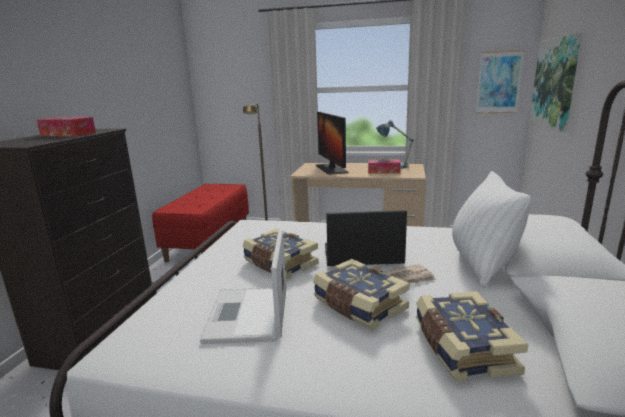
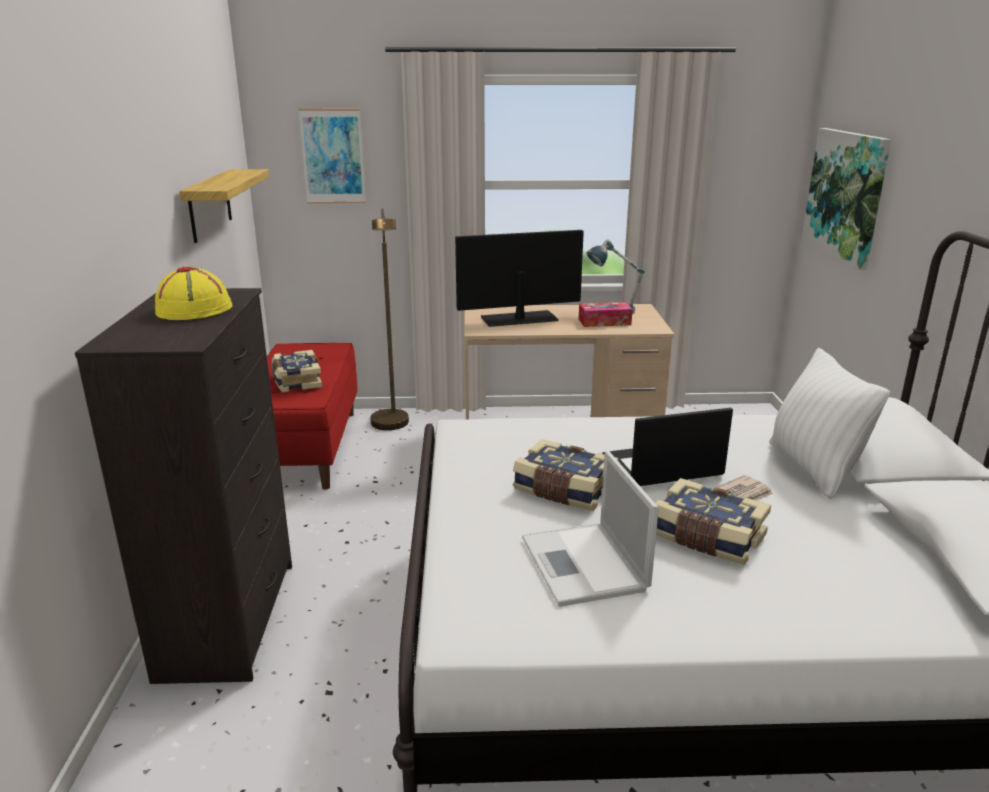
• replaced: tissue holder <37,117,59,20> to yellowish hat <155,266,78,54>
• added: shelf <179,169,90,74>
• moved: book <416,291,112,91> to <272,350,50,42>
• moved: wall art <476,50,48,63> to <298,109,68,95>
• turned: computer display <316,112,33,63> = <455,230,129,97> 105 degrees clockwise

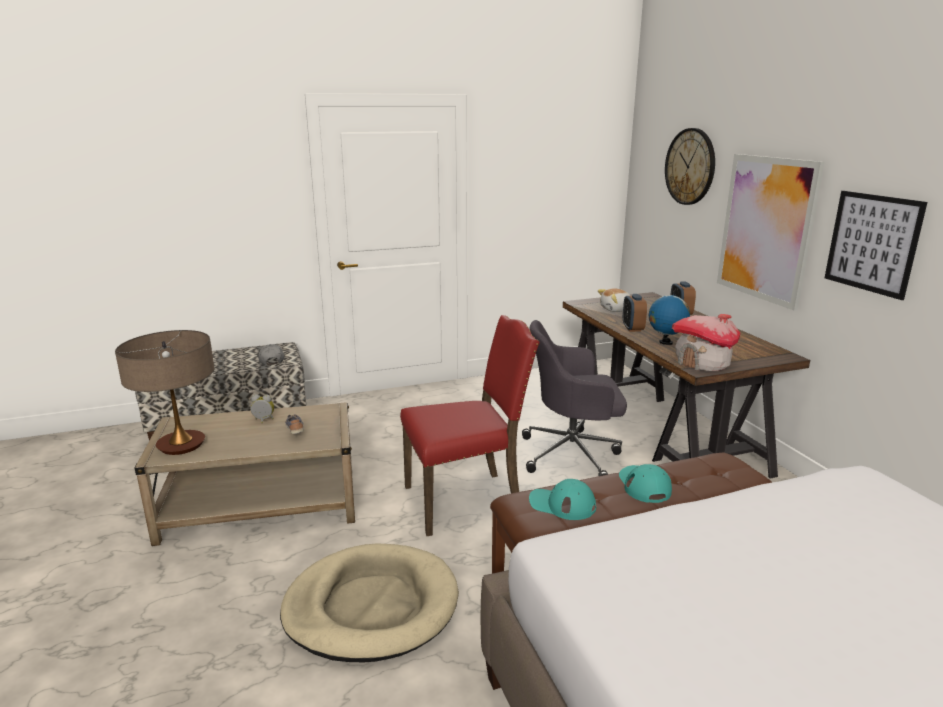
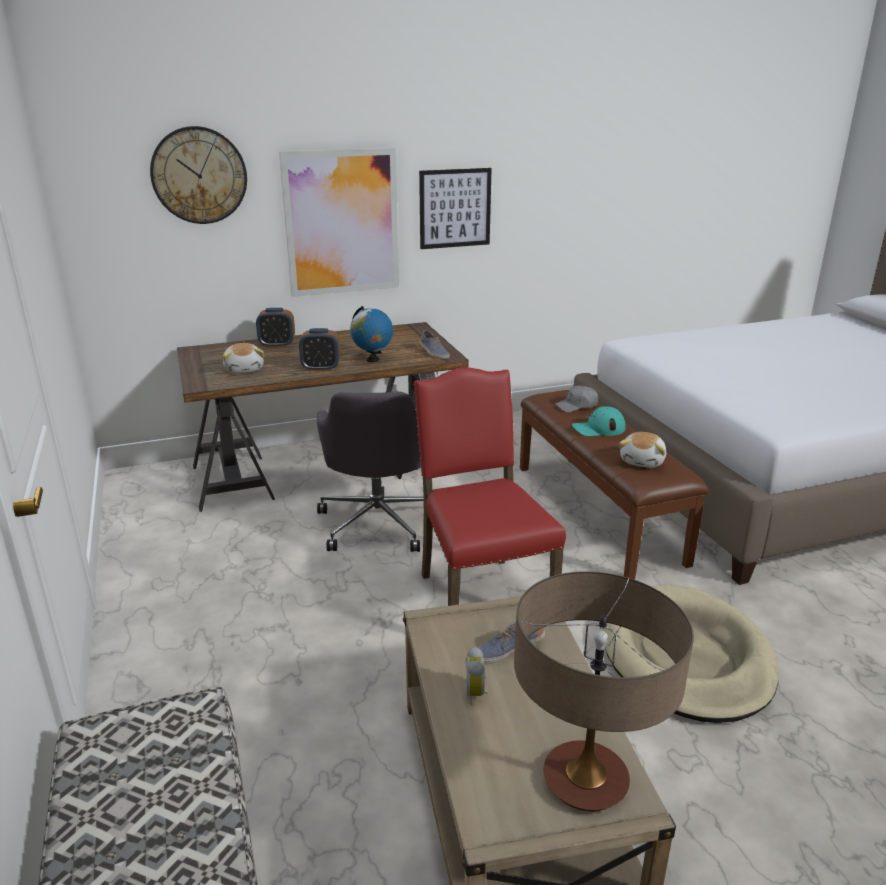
• replaced: miniature house <672,314,68,57> to low shoe <419,330,31,29>
• moved: gray baseball cap <259,344,26,21> to <555,385,43,27>
• replaced: blue-green baseball cap <529,479,67,41> to cuddly toy <619,432,47,36>

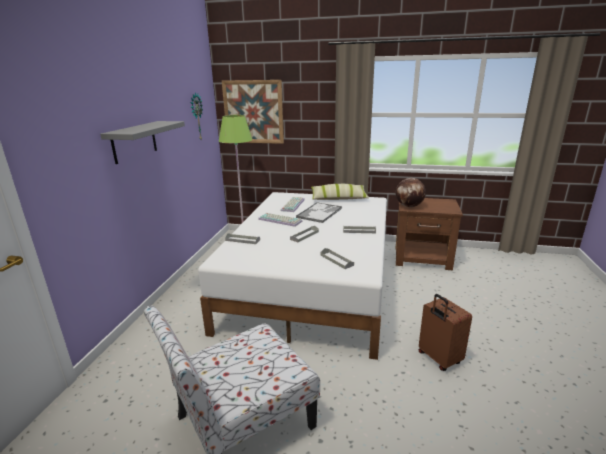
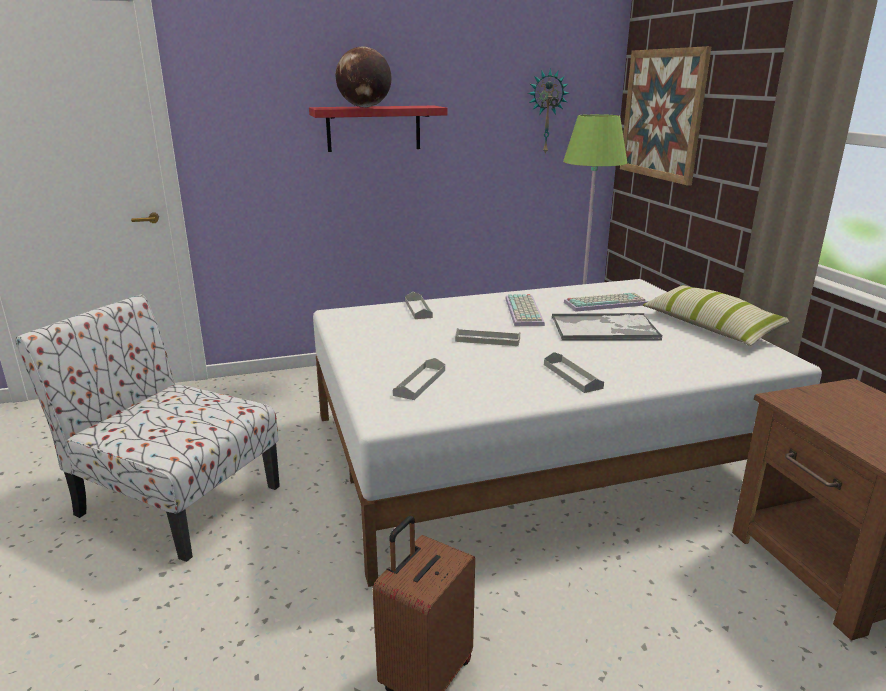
• recoloured: gray shelf <100,121,85,43> to reddish shelf <309,106,138,46>
• moved: world globe <395,178,31,29> to <336,46,55,61>

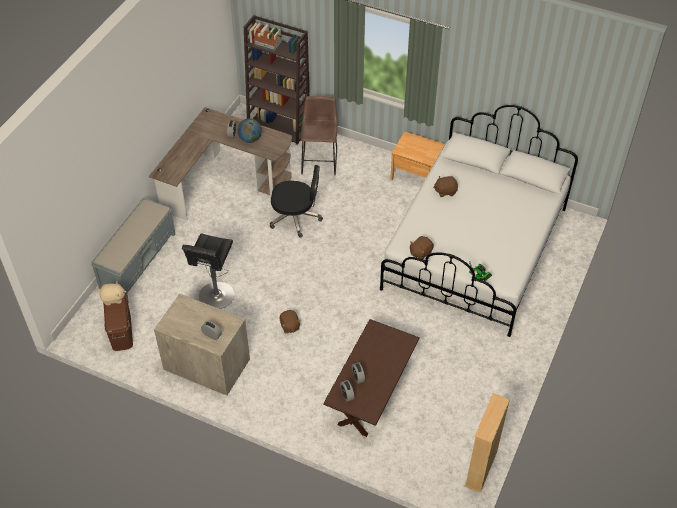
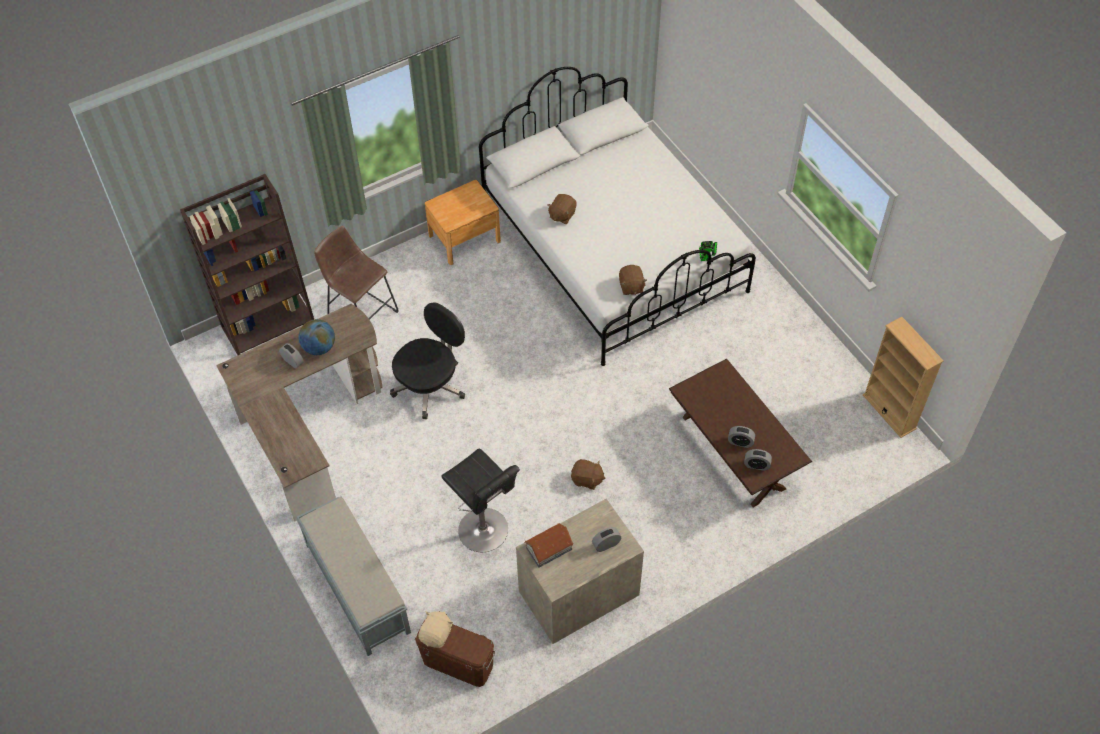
• moved: miniature house <253,29,29,23> to <524,523,50,45>

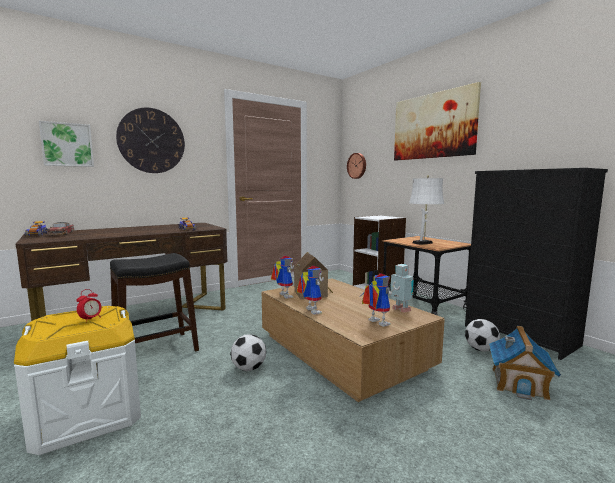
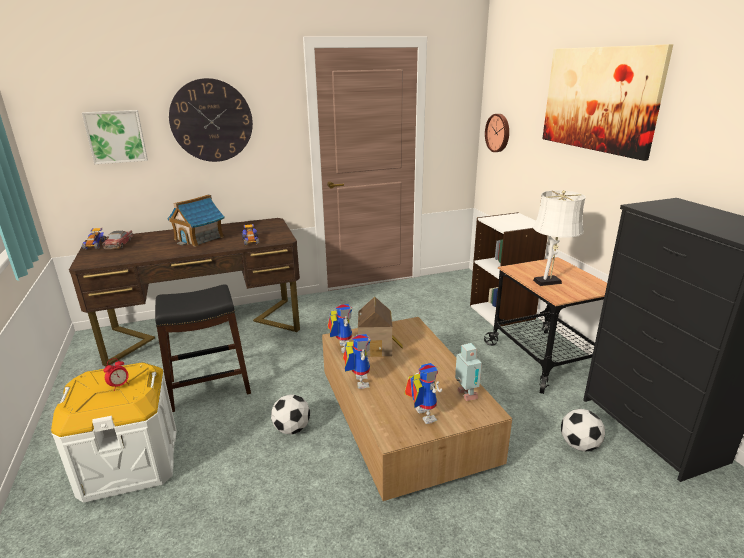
• moved: miniature house <489,326,72,74> to <167,195,58,52>

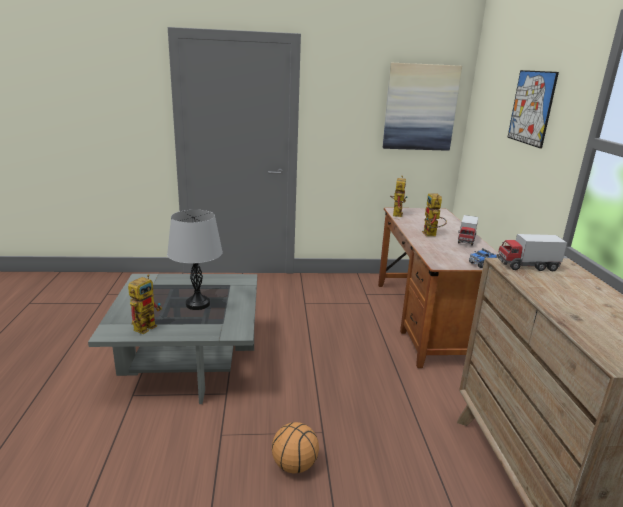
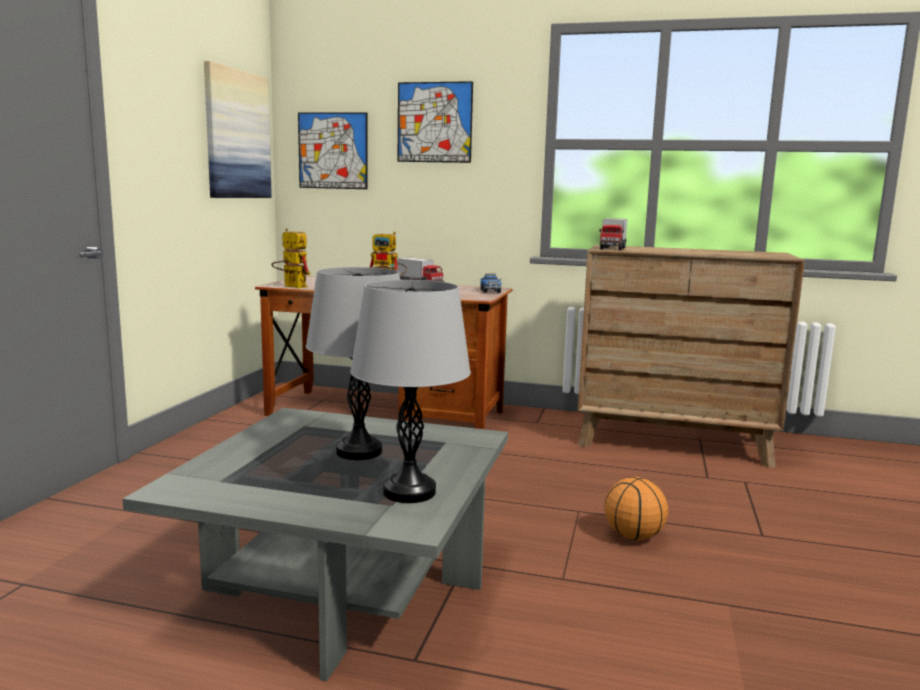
• added: wall art <298,112,70,77>
• replaced: toy robot <128,274,34,60> to gray table lamp <350,280,121,223>

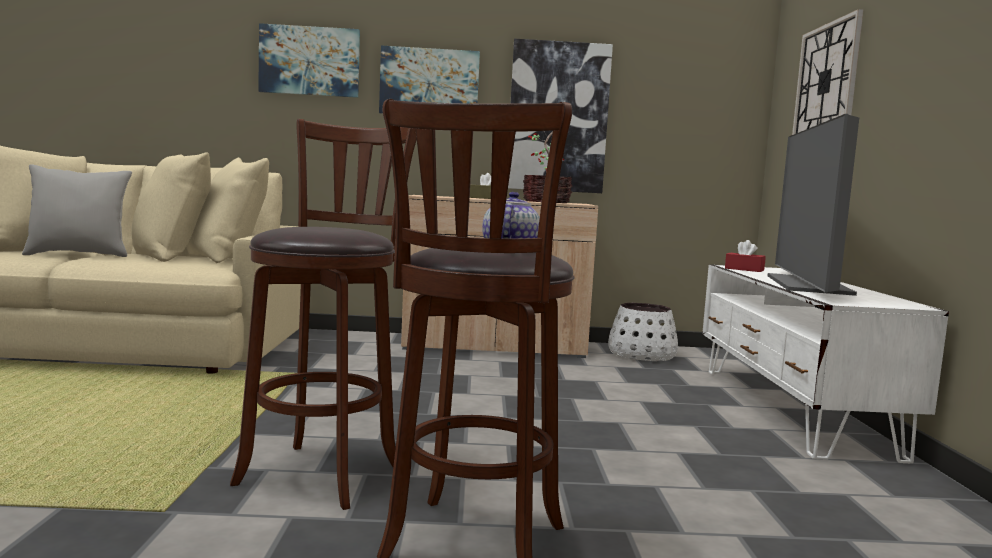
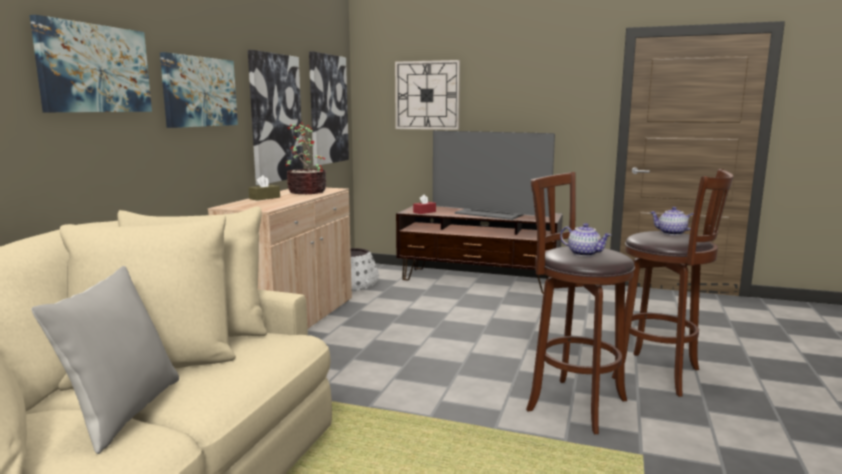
• added: wall art <309,51,40,115>
• recoloured: whitish tv stand <702,264,247,199> to brown tv stand <396,206,167,88>
• added: teapot <560,223,51,34>

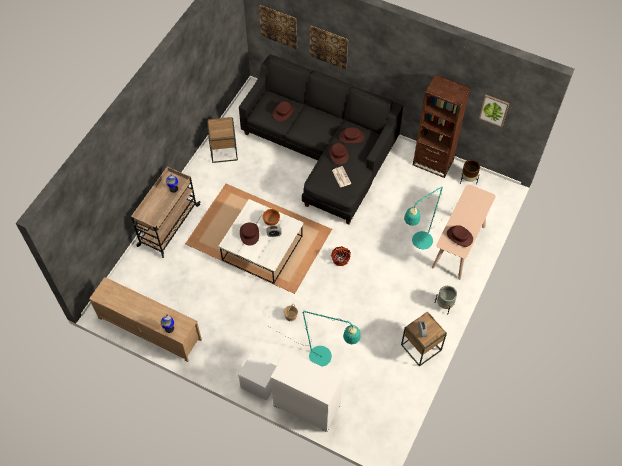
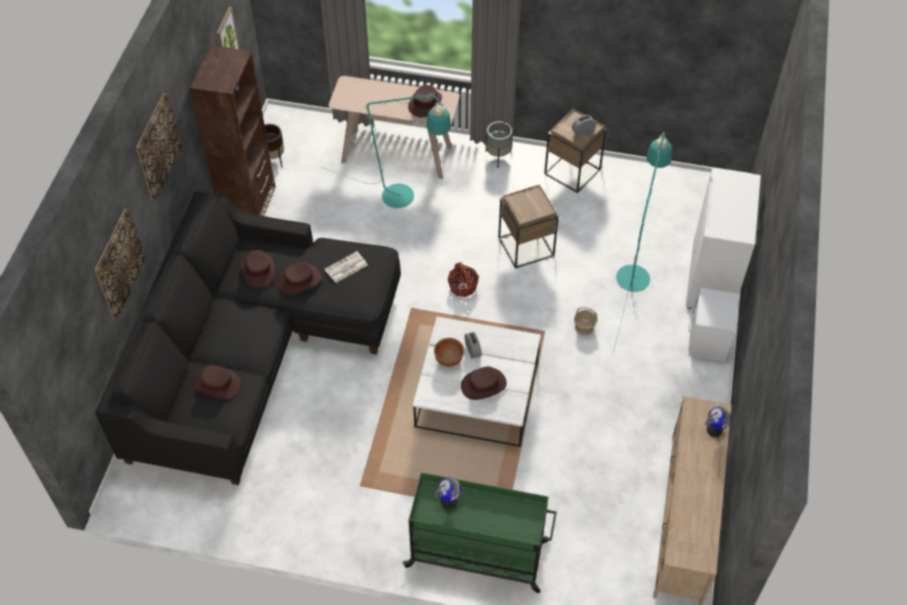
• moved: wall art <259,5,38,44> to <136,93,46,108>
• recoloured: beige trolley <131,167,70,91> to greenish trolley <402,472,155,121>
• moved: brown accent table <207,117,31,46> to <498,184,61,85>

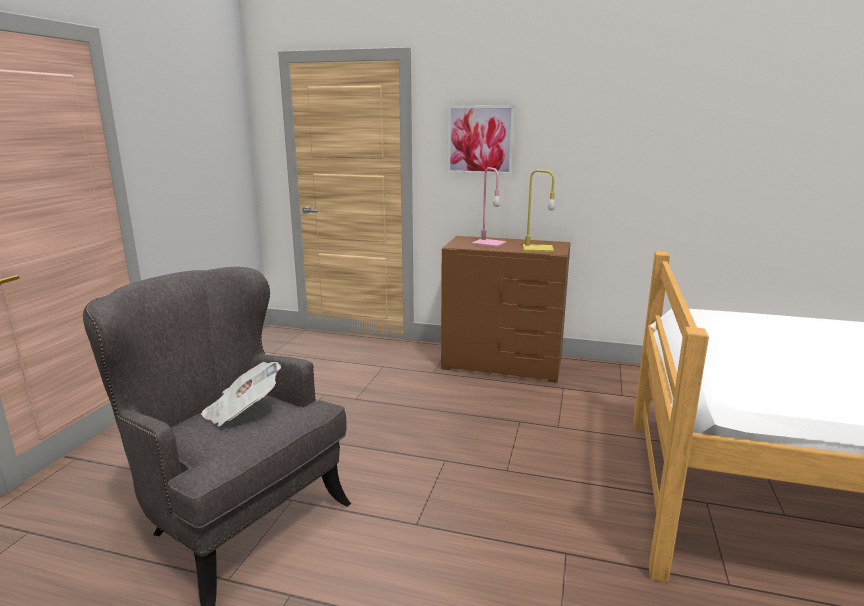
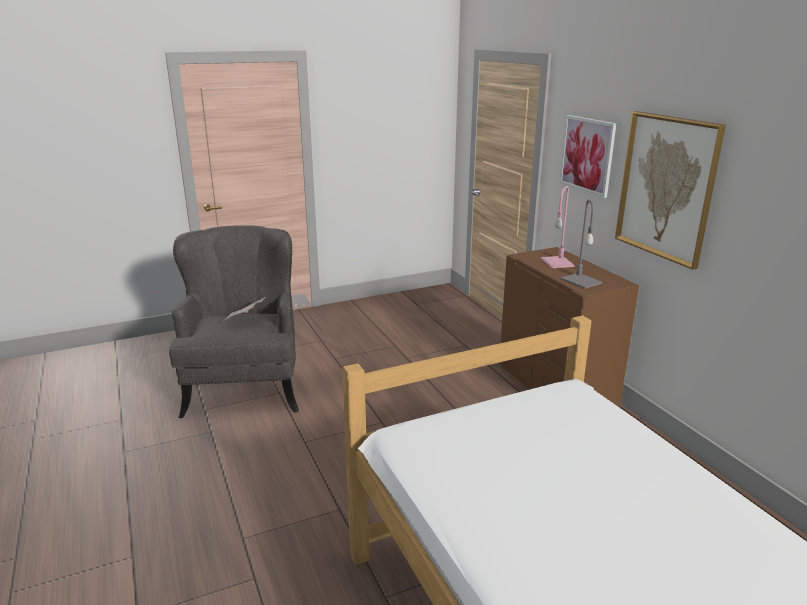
• recoloured: yellowish table lamp <523,170,32,82> to gray table lamp <561,199,41,90>
• added: wall art <615,111,111,159>

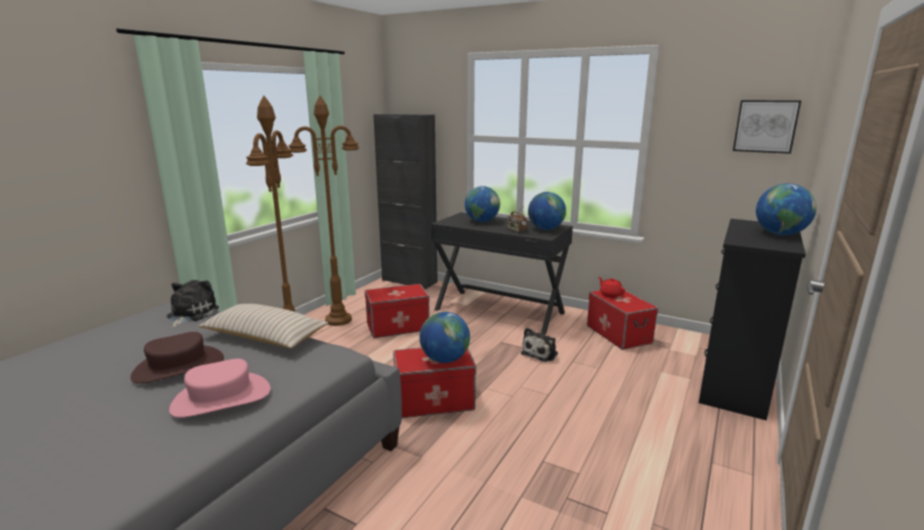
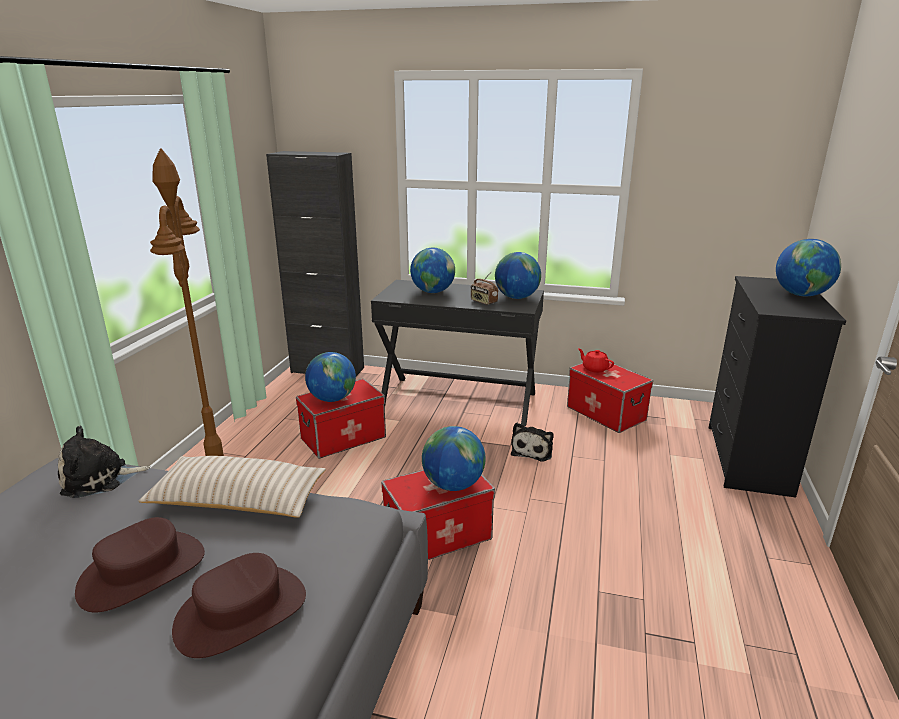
• turned: cuddly toy <167,280,52,48> = <58,426,92,72> 105 degrees counterclockwise
• recoloured: pink hat <169,359,101,59> to brown hat <172,553,134,105>
• added: world globe <305,352,51,50>
• removed: brown standing lamp <288,96,71,230>
• removed: wall art <733,100,68,54>

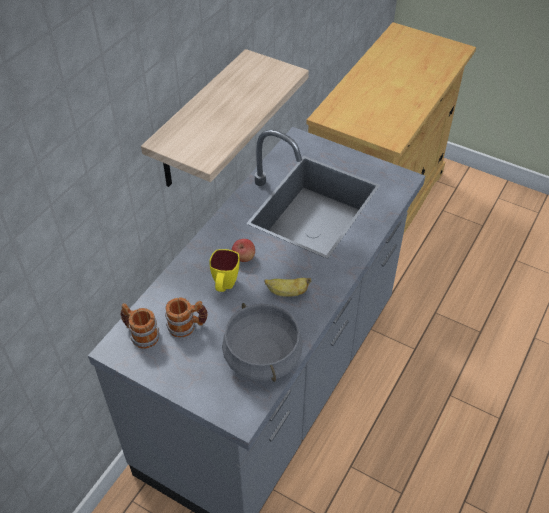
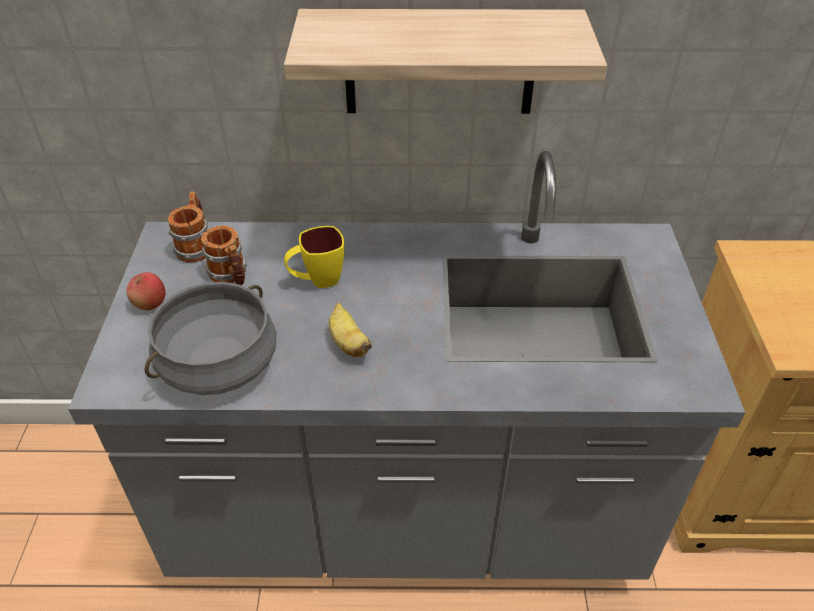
• moved: apple <232,239,23,23> to <126,272,39,38>

